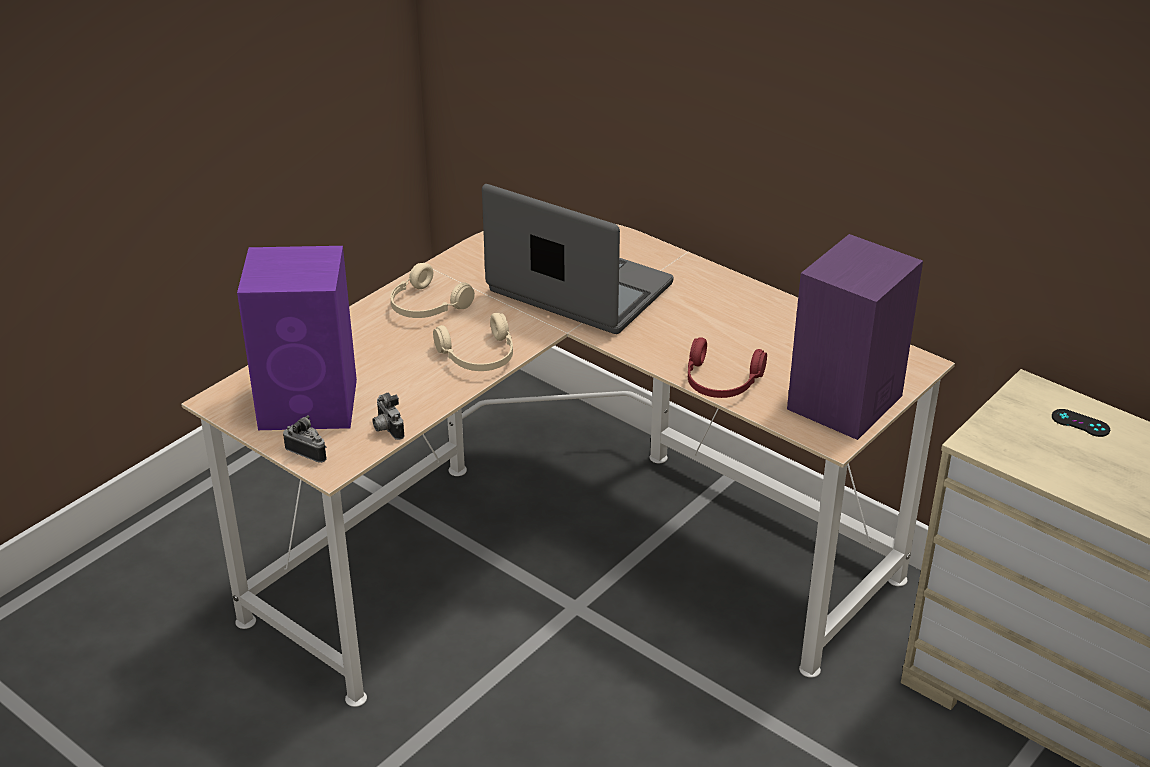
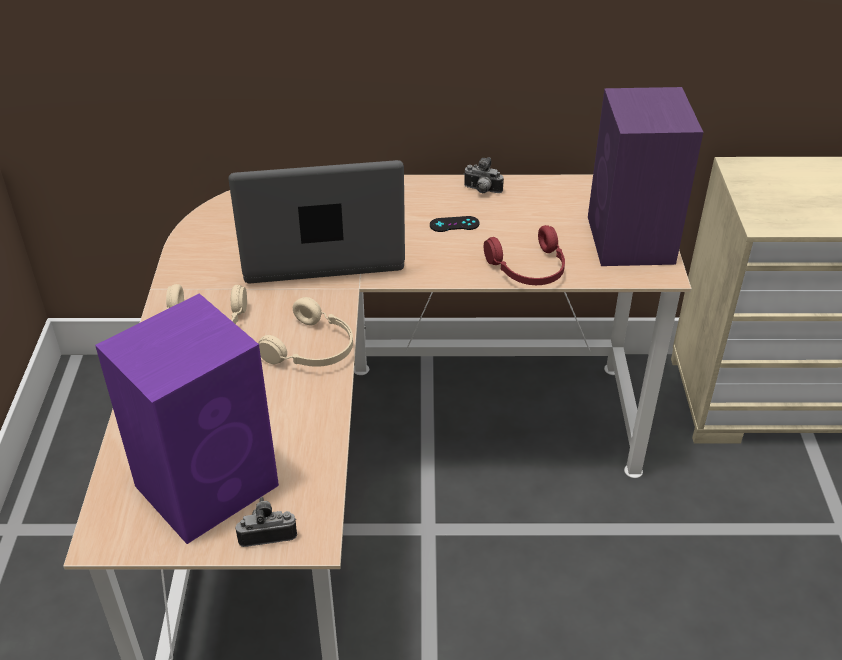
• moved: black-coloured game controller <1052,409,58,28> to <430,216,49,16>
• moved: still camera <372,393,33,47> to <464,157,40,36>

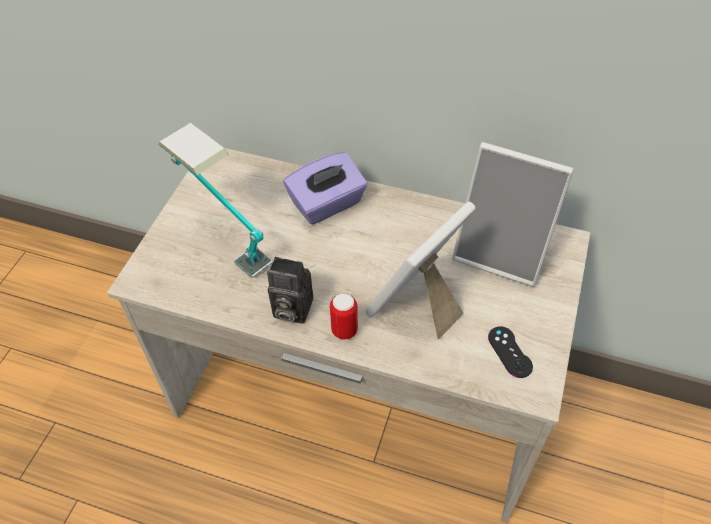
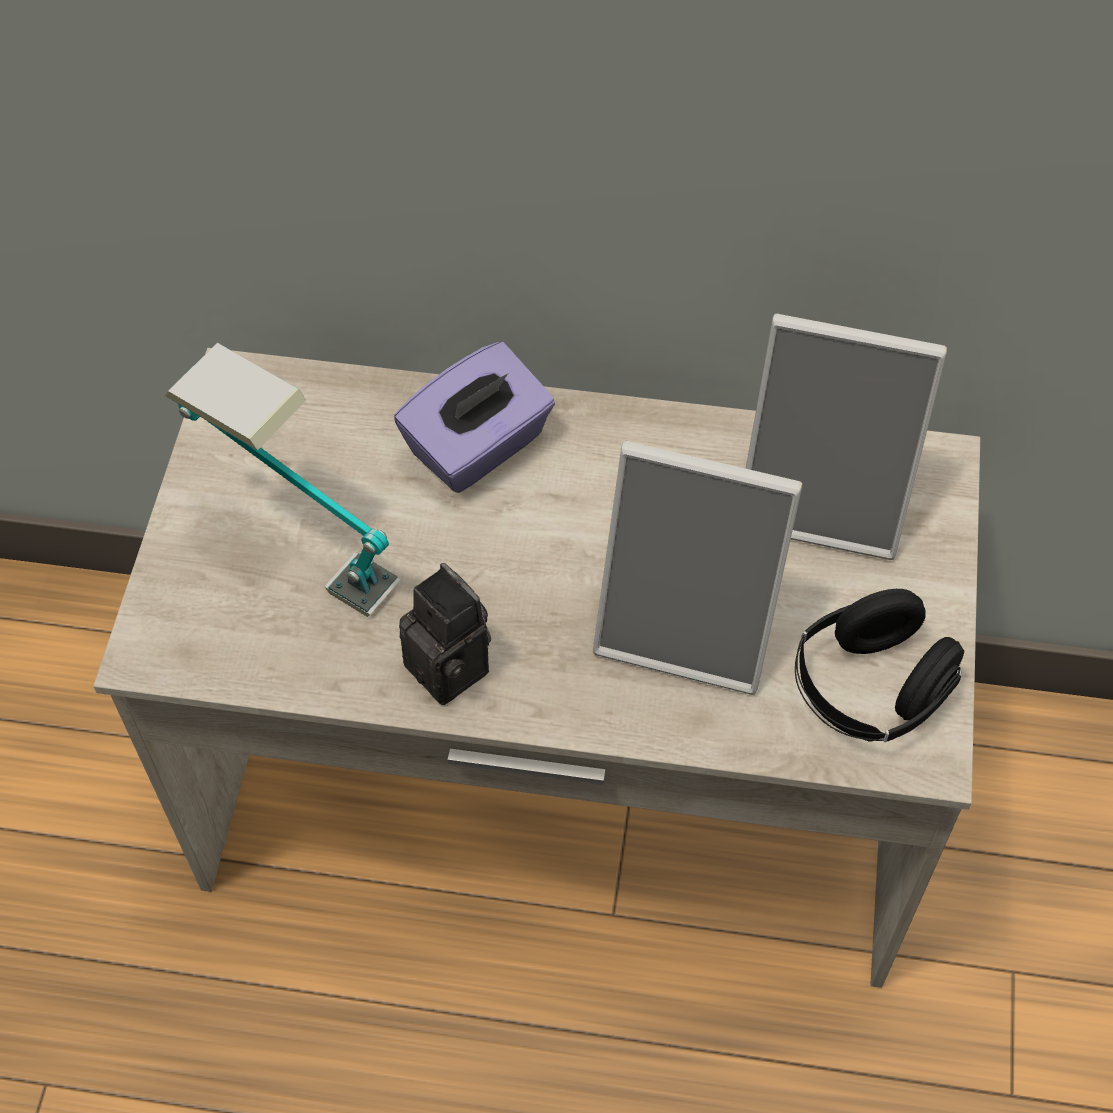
• turned: still camera <267,257,46,67> = <399,563,92,142> 135 degrees counterclockwise
• turned: photo frame <365,201,111,138> = <593,441,209,254> 105 degrees counterclockwise
• replaced: black-coloured game controller <488,326,45,52> to black-coloured headphones <795,589,169,153>
• removed: sealed can <330,293,28,47>

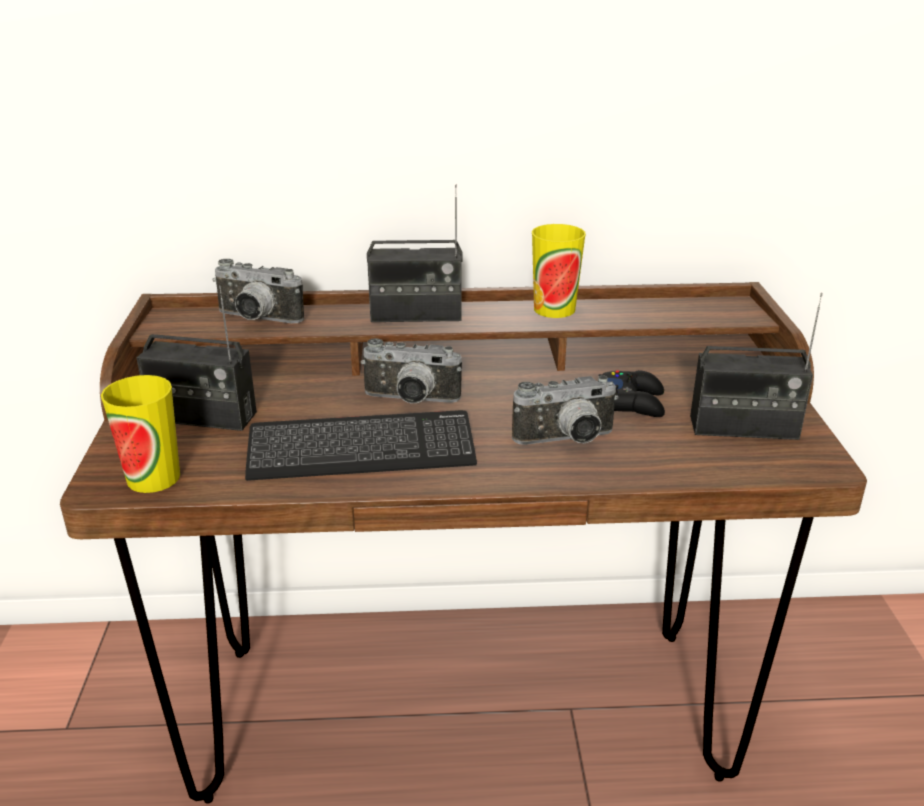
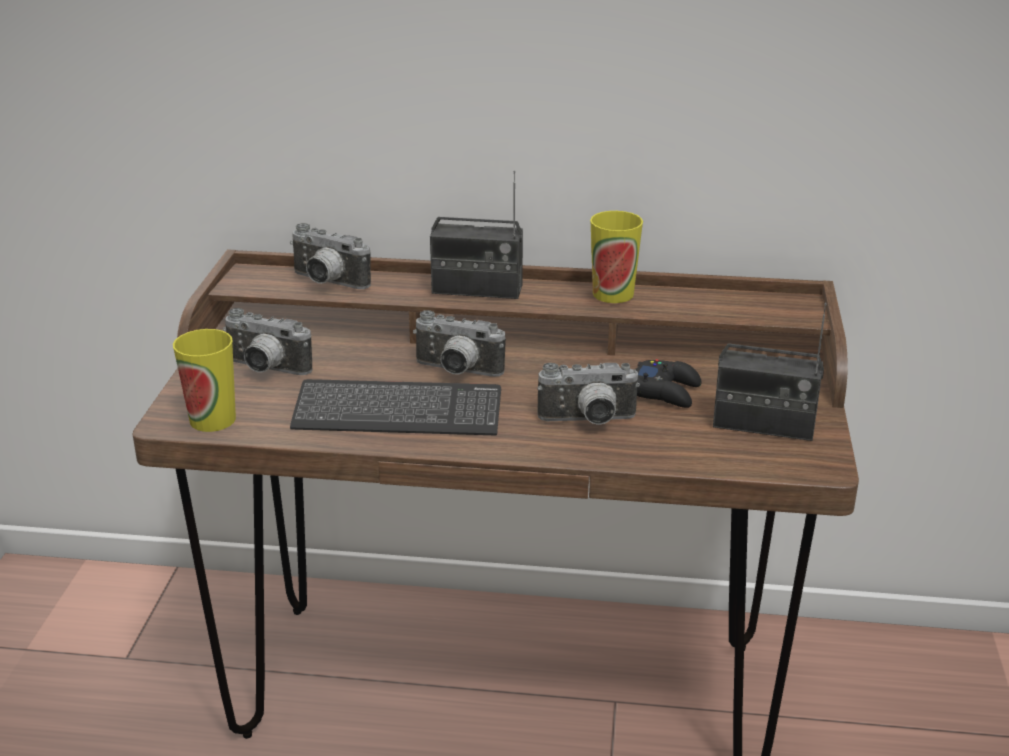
• replaced: radio receiver <137,285,120,146> to still camera <223,308,90,67>

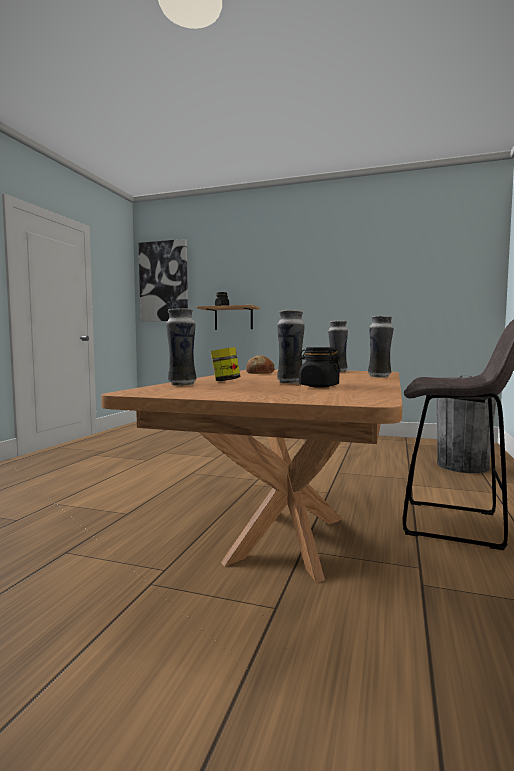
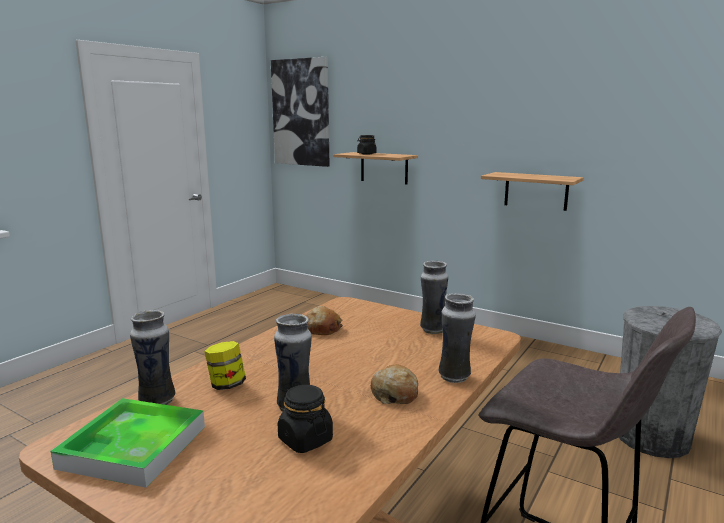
• added: serving tray <51,398,154,90>
• added: bread <371,364,47,40>
• added: shelf <481,172,103,39>

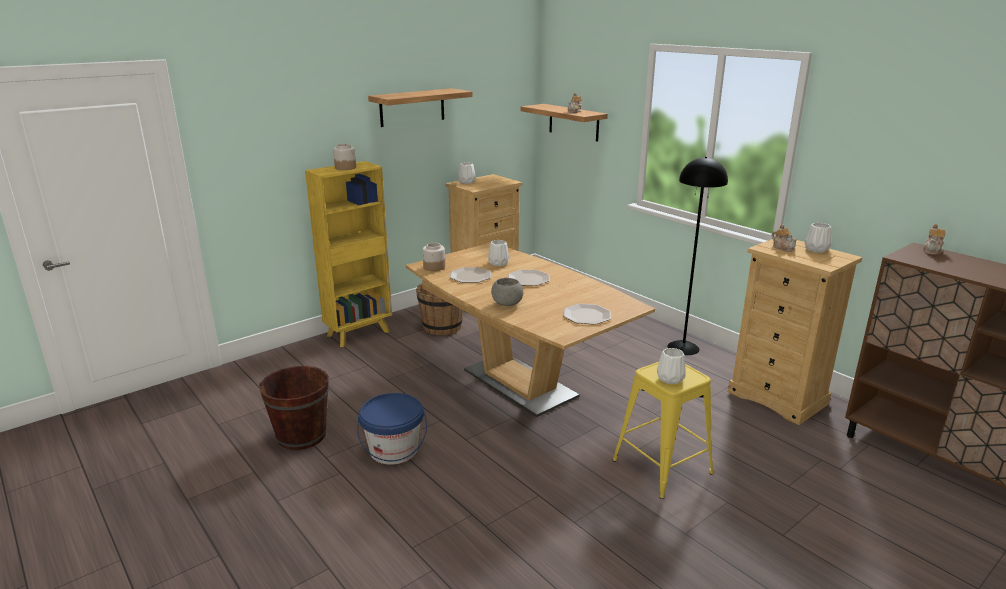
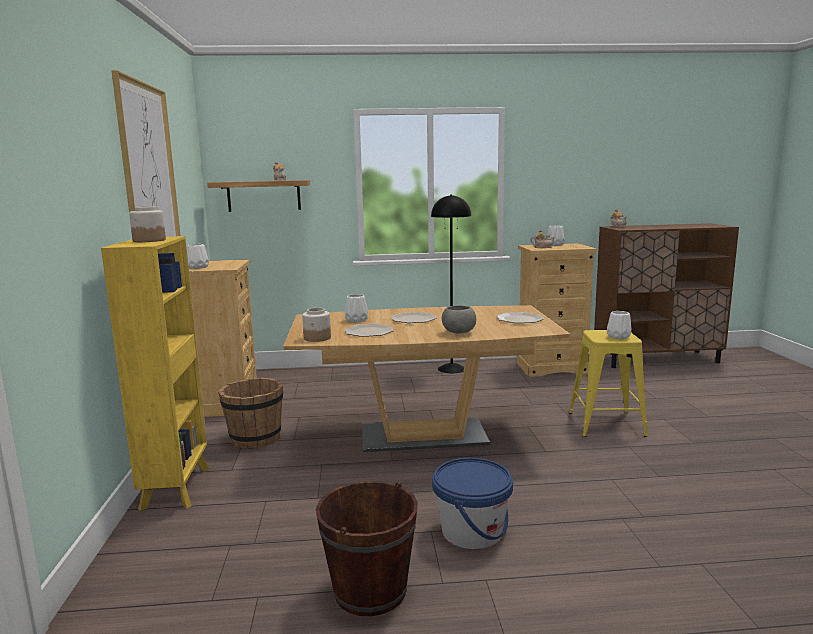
• replaced: shelf <368,88,105,39> to wall art <111,70,70,167>

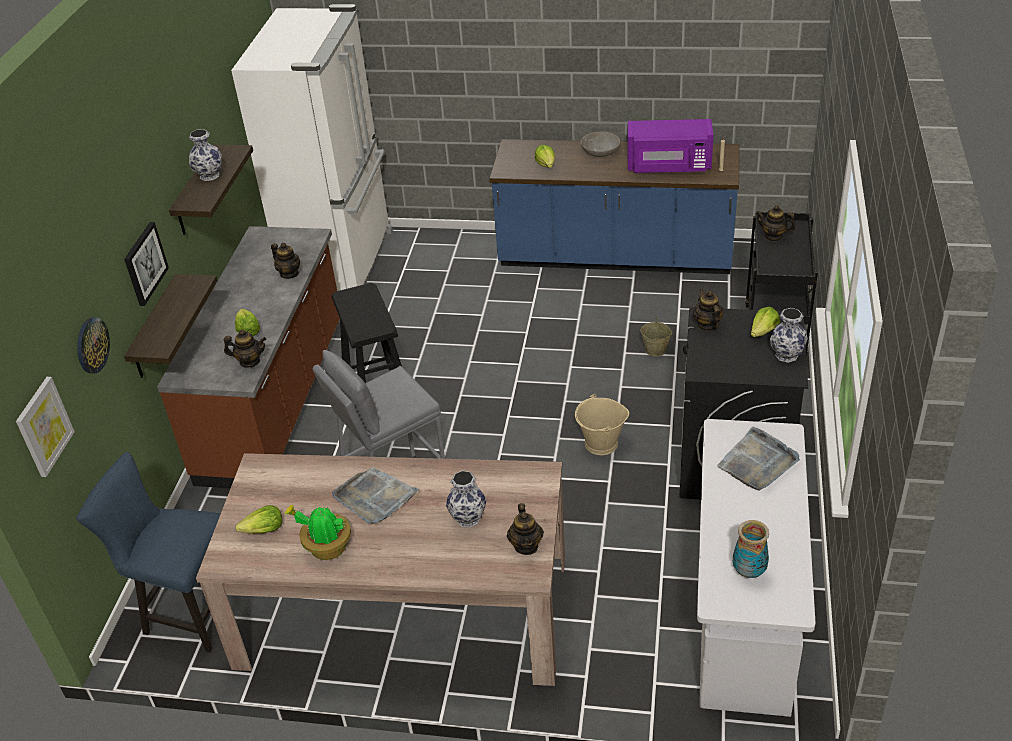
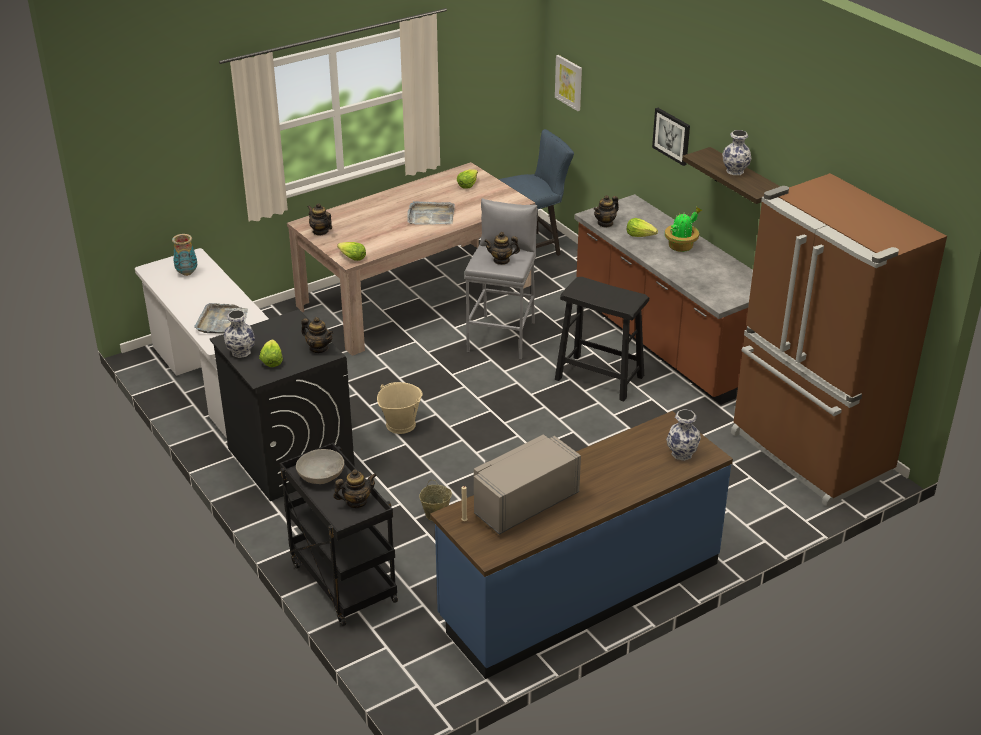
• moved: gray serving bowl <581,131,39,26> to <296,449,48,35>
• moved: head of lettuce <535,145,20,23> to <337,242,29,19>
• recoloured: purple microwave <627,119,87,54> to gray microwave <474,434,107,101>
• moved: teapot <271,243,29,36> to <484,232,36,33>
• moved: potted plant <285,505,66,55> to <665,207,37,45>
• moved: vase <446,471,40,57> to <666,409,35,52>
• recoloured: whitish kitchen fridge <231,4,162,287> to brown kitchen fridge <731,173,216,334>
• removed: clock on the wall <77,317,33,57>
• removed: shelf <124,274,94,104>

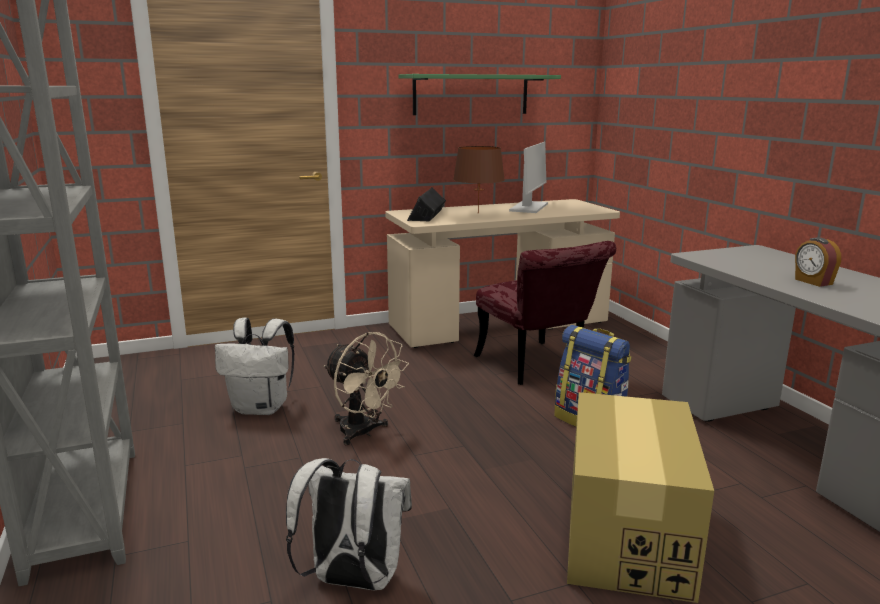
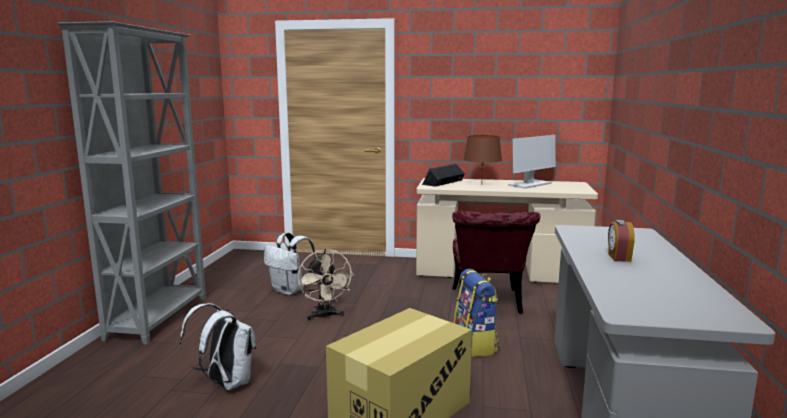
• removed: greenish shelf <399,74,162,41>

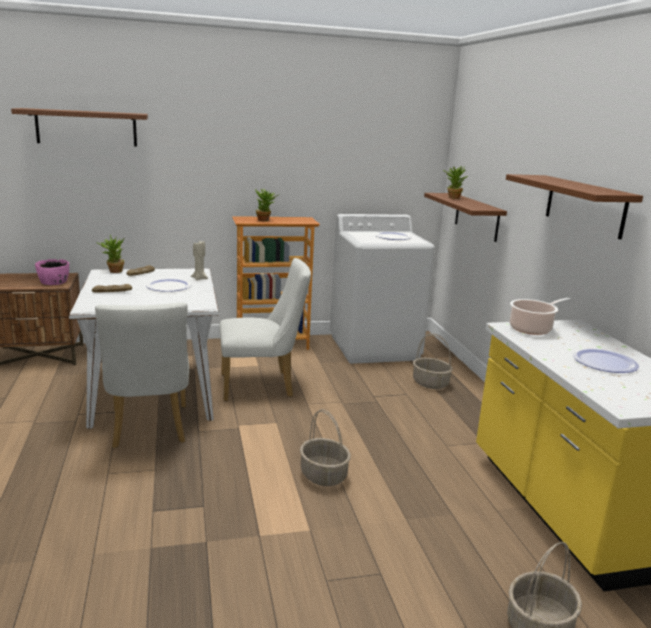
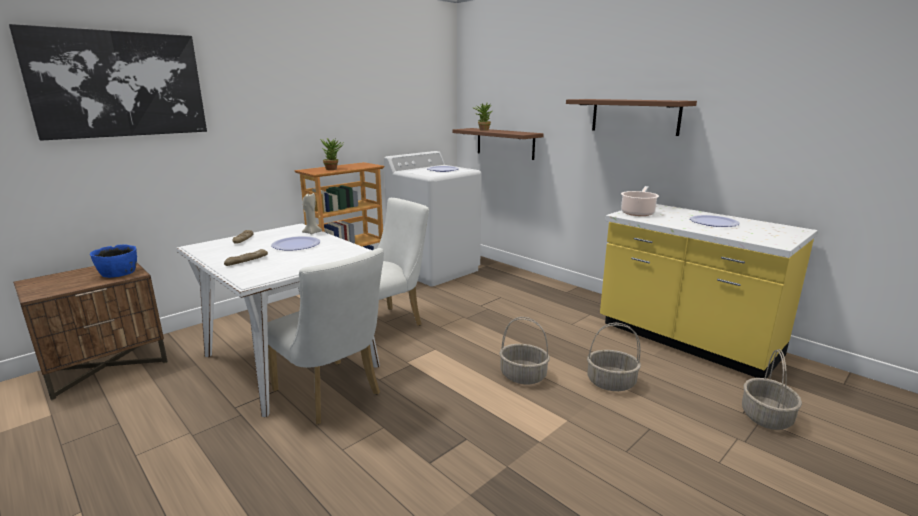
• replaced: brown shelf <11,108,137,39> to wall art <9,24,198,117>
• recoloured: pink serving bowl <35,259,34,26> to bluish serving bowl <90,245,47,33>
• moved: basket <413,333,40,56> to <587,323,54,68>
• removed: potted plant <96,235,28,38>

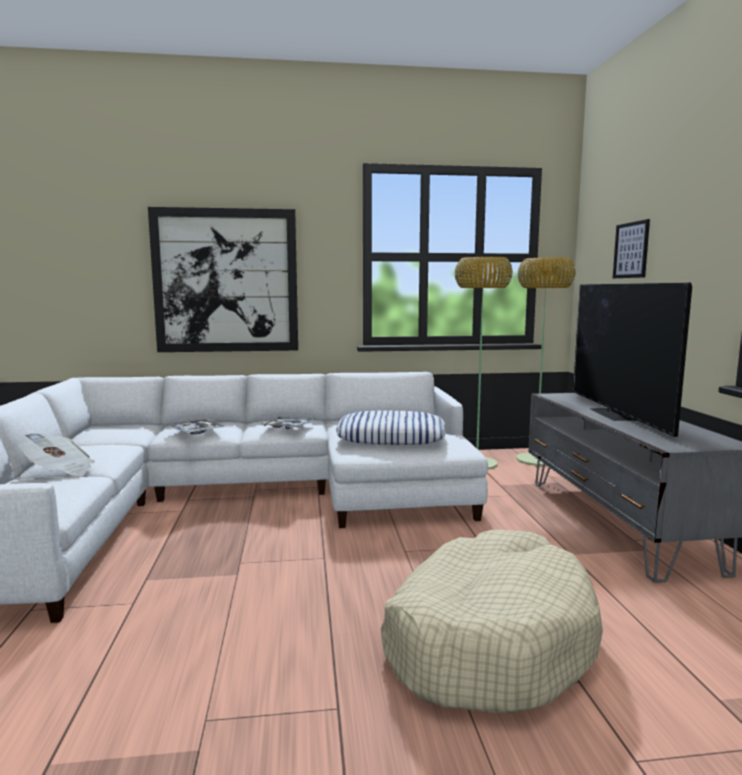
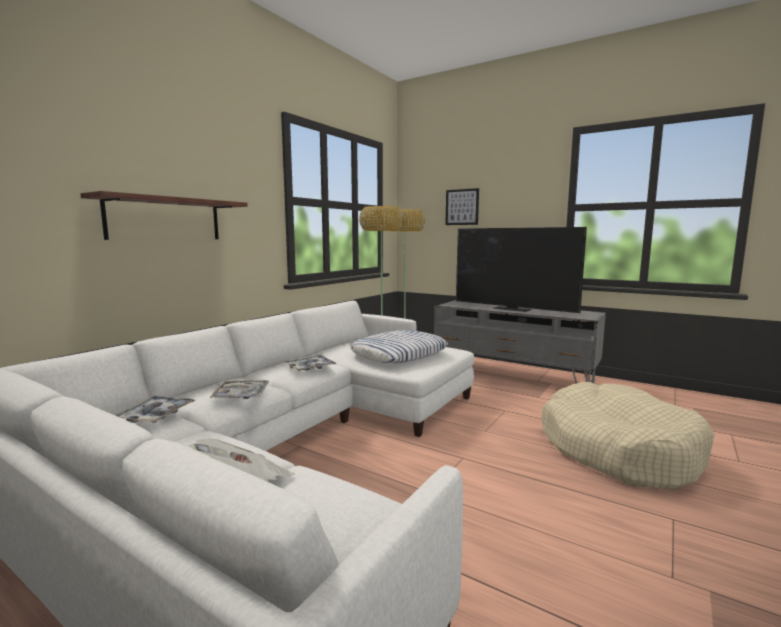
• replaced: wall art <148,207,150,145> to shelf <80,191,168,49>
• added: serving tray <115,396,81,27>

